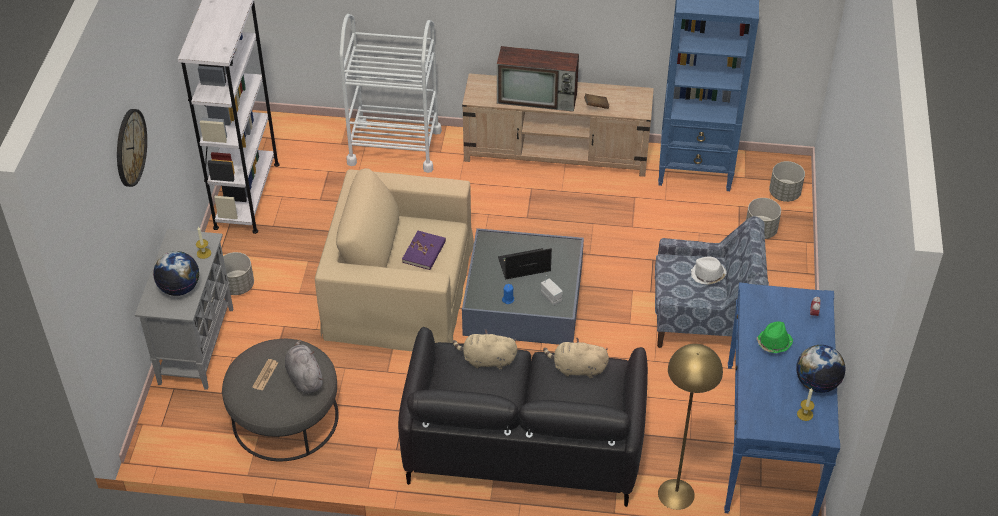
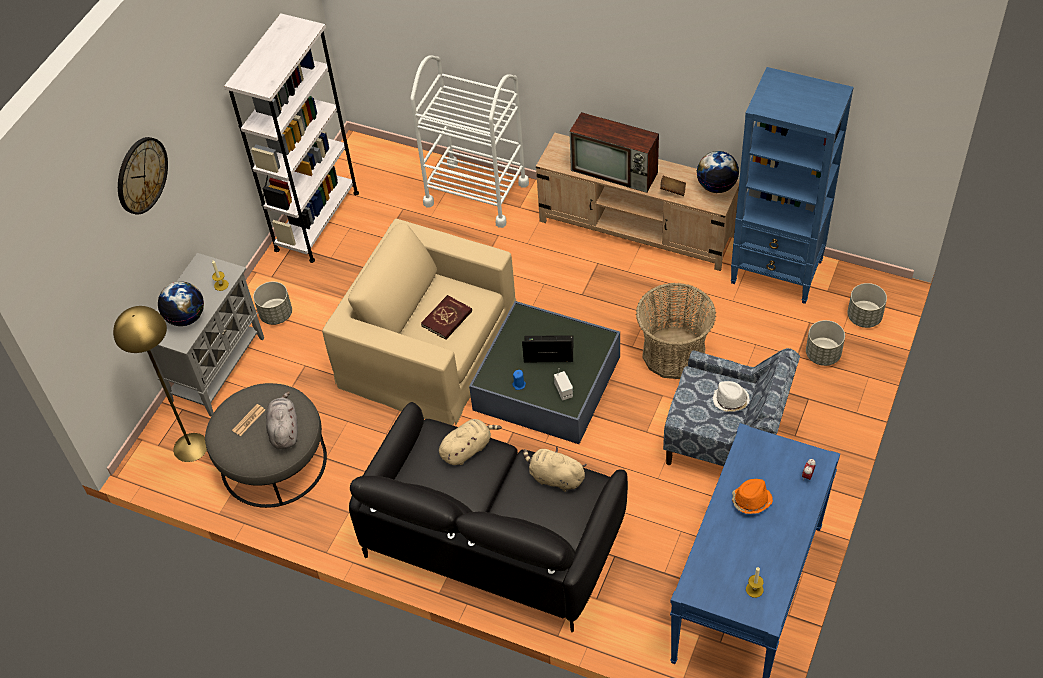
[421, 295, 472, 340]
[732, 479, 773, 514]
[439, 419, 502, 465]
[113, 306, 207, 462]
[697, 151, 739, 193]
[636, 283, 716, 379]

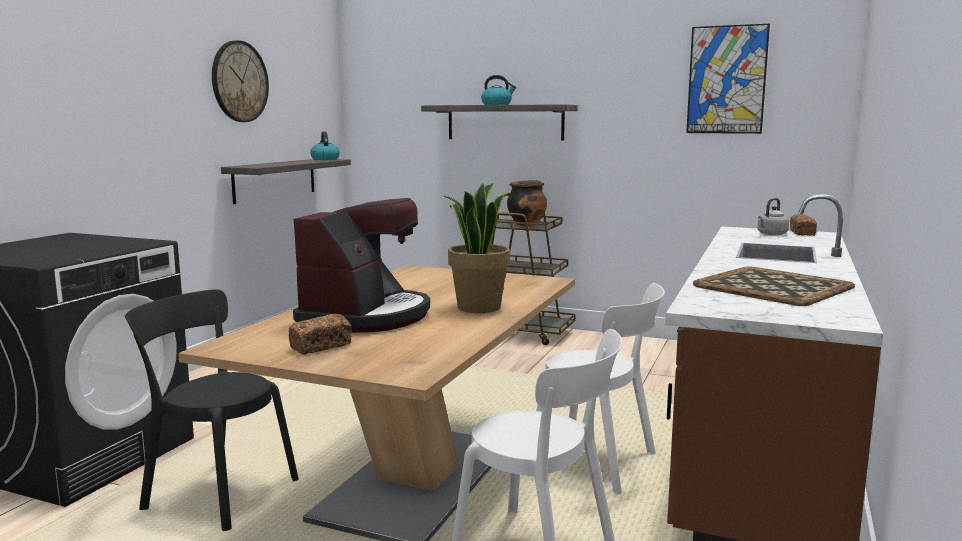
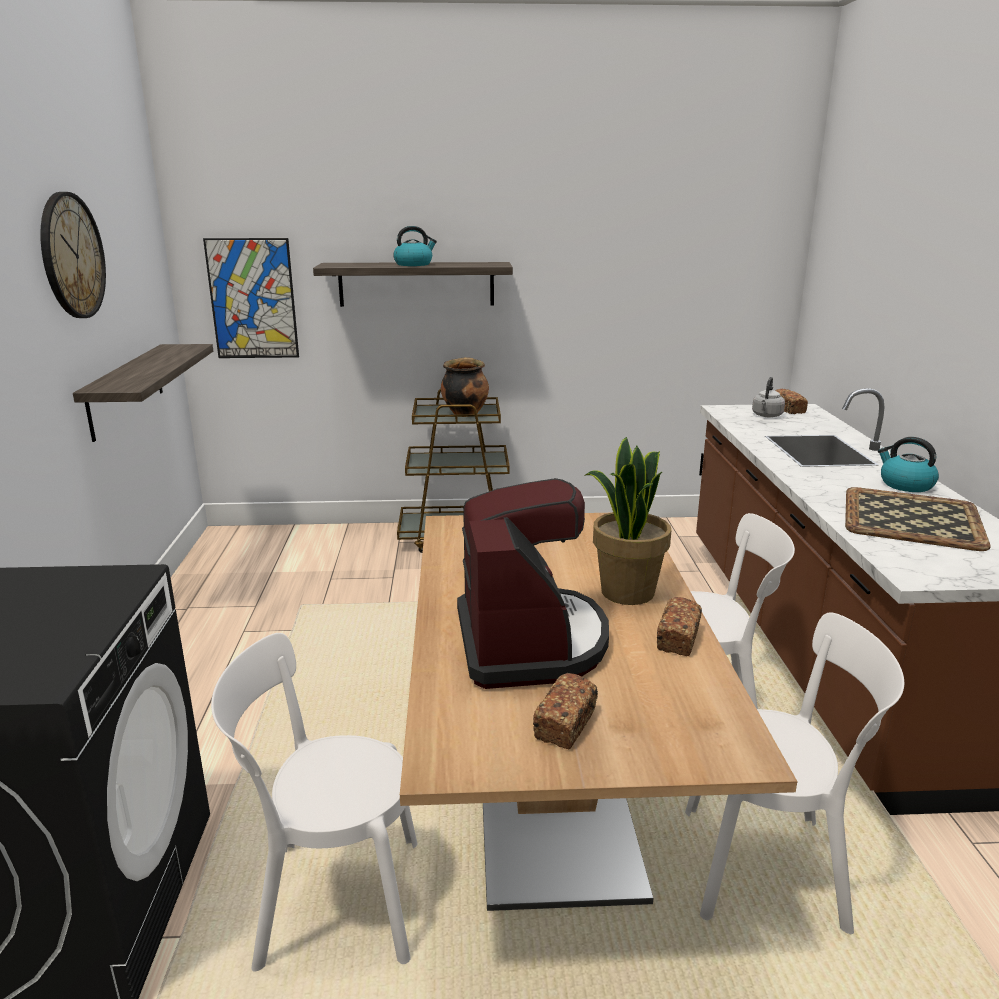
[203, 238, 299, 358]
[878, 437, 939, 492]
[211, 633, 417, 972]
[657, 597, 702, 657]

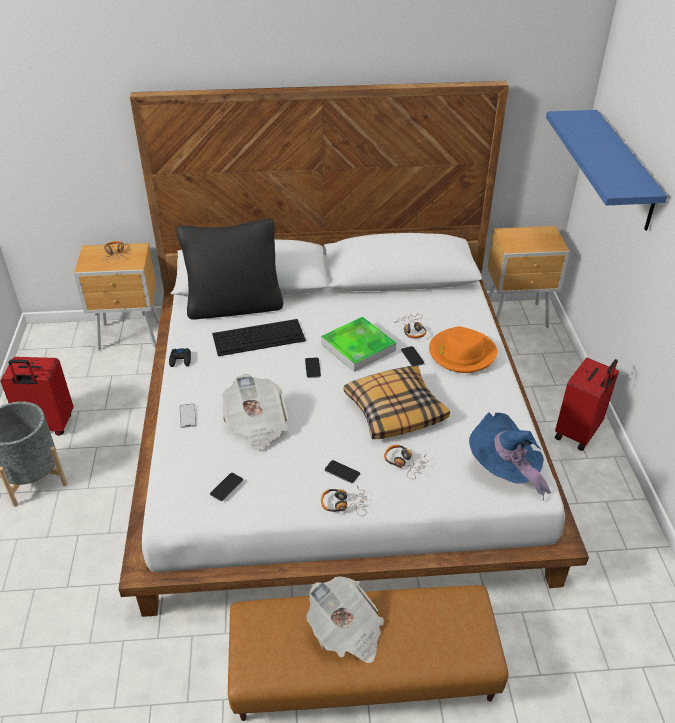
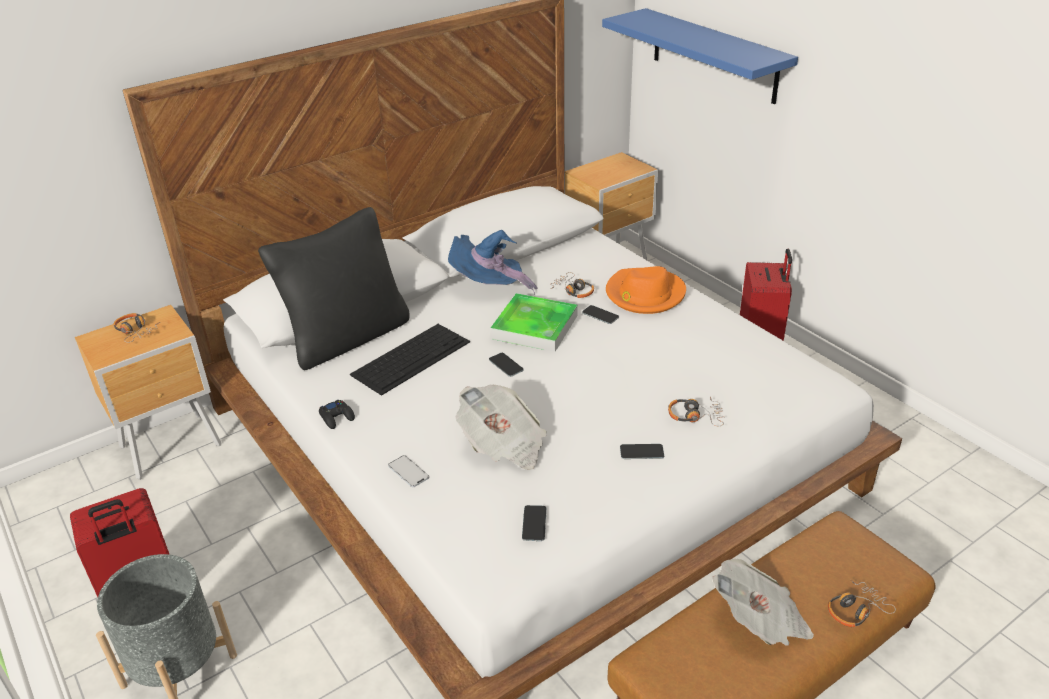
[344, 366, 450, 439] (first image)
[448, 230, 538, 295]
[828, 579, 896, 627]

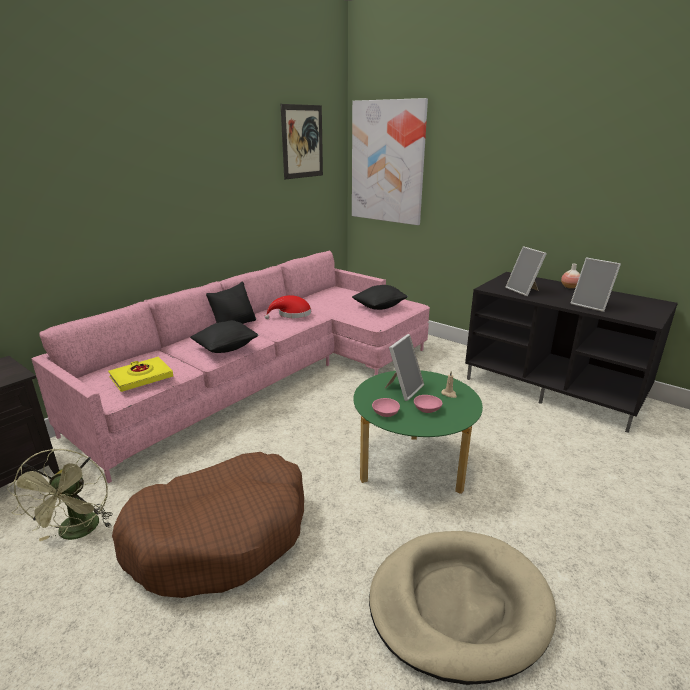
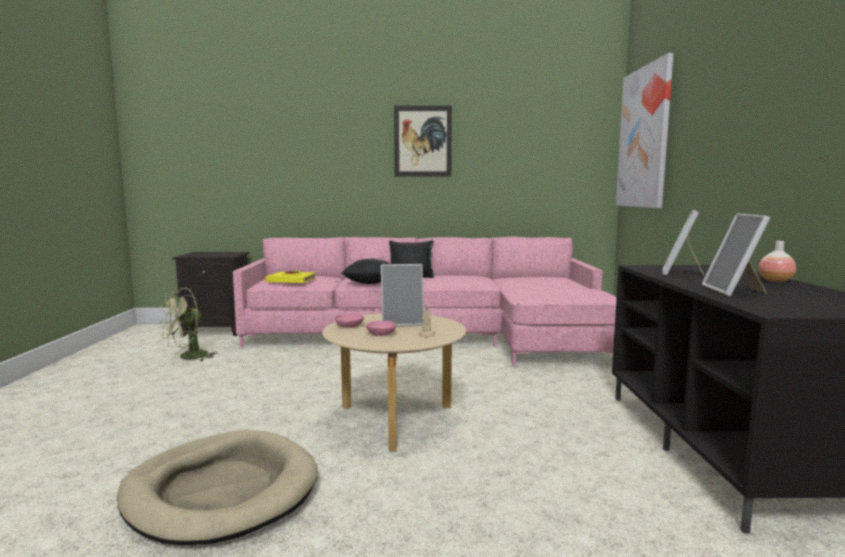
[394, 106, 452, 177]
[352, 285, 408, 310] (first image)
[265, 295, 311, 319] (first image)
[322, 313, 466, 451]
[112, 452, 304, 598] (first image)

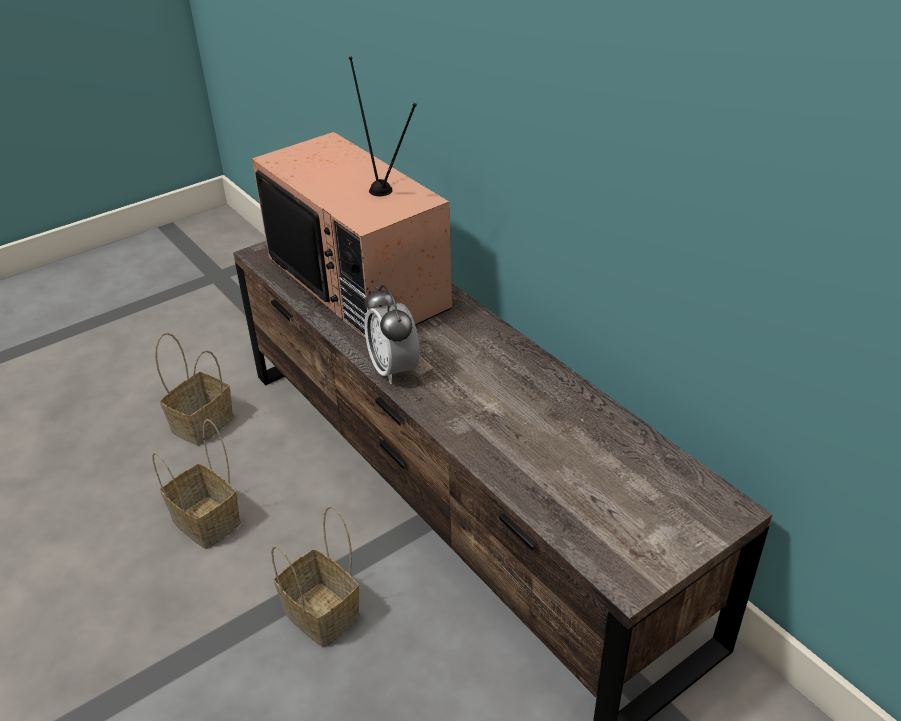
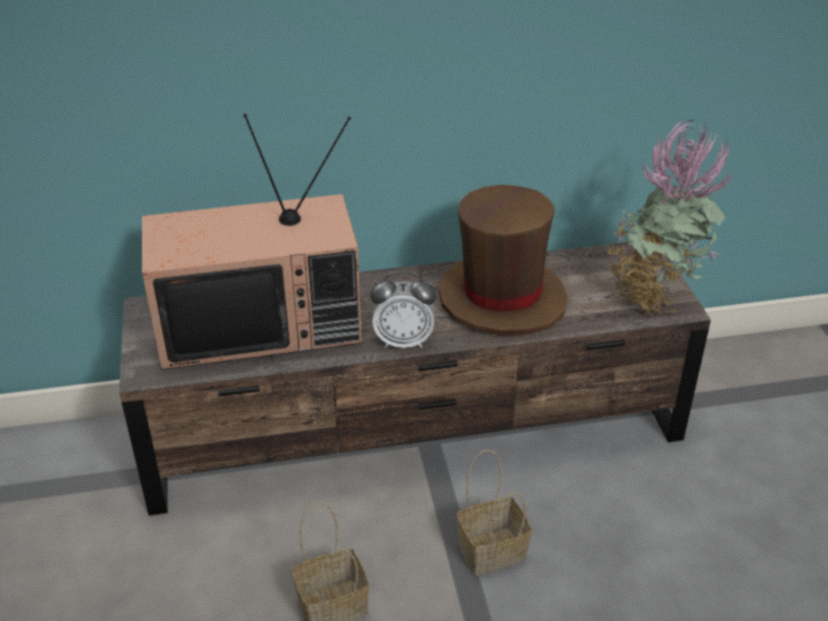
[155, 333, 234, 446] (first image)
[605, 120, 734, 317]
[439, 185, 568, 335]

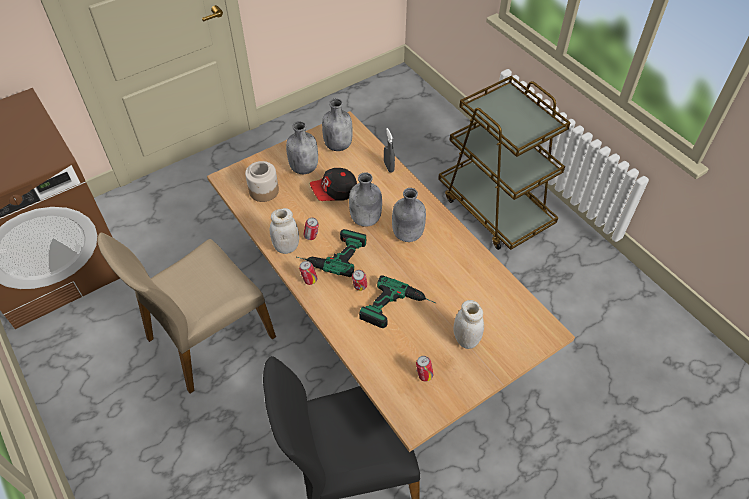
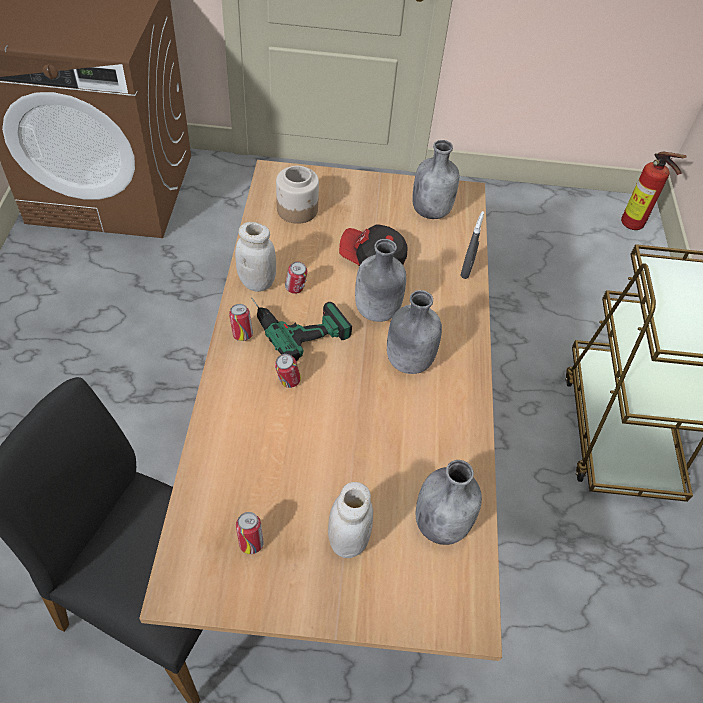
[416, 460, 482, 545]
[97, 233, 276, 394] (first image)
[359, 275, 436, 328] (first image)
[621, 151, 687, 230]

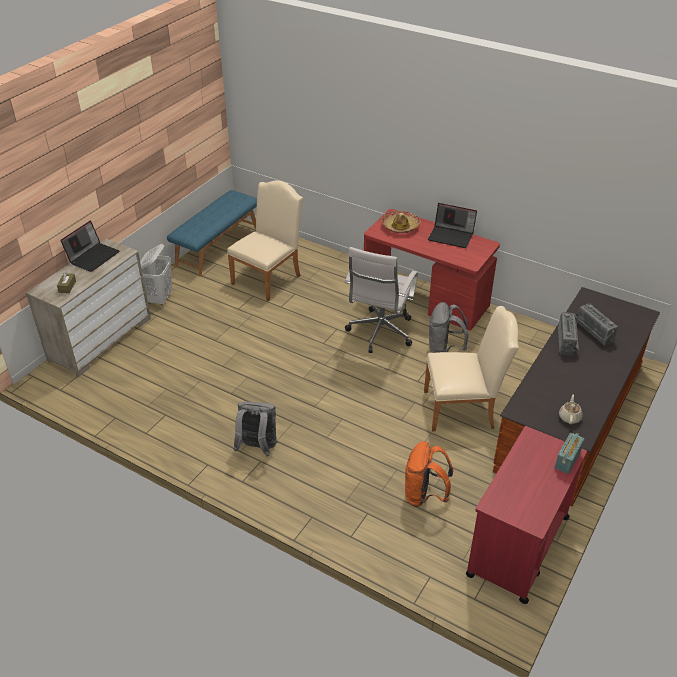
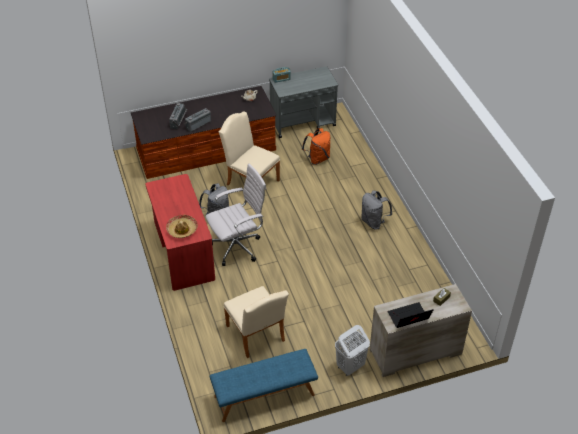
[223, 286, 289, 358]
[428, 203, 477, 248] (first image)
[269, 66, 338, 138]

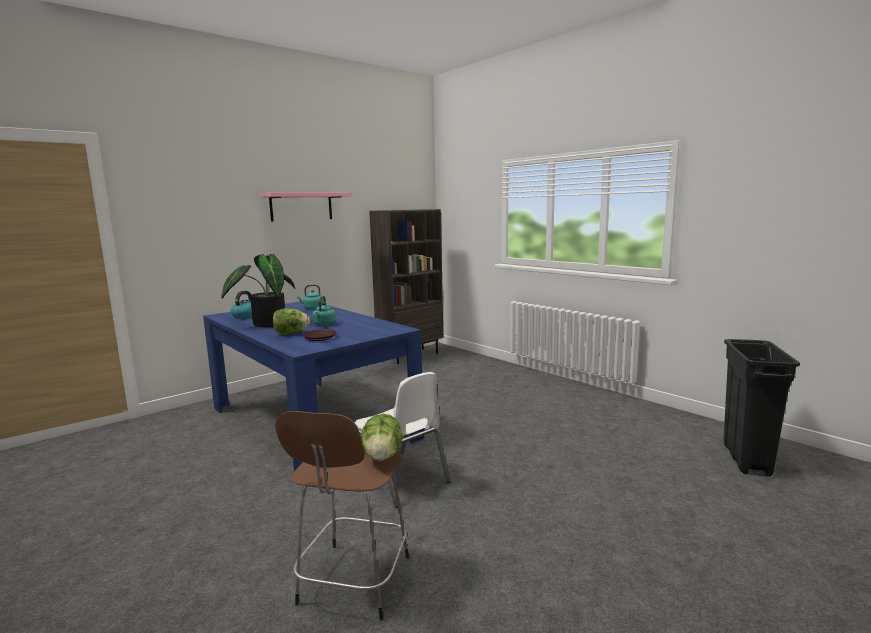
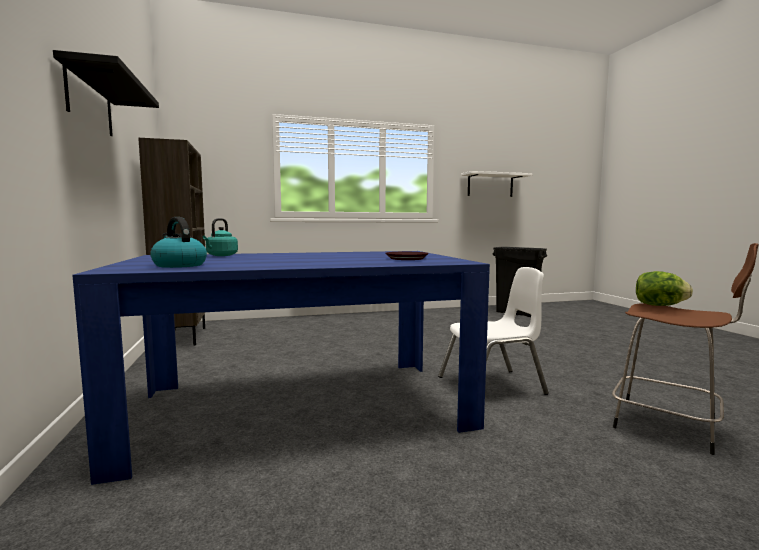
[53, 50, 159, 136]
[221, 254, 295, 327] (first image)
[312, 296, 336, 325] (first image)
[273, 308, 310, 335] (first image)
[461, 171, 532, 197]

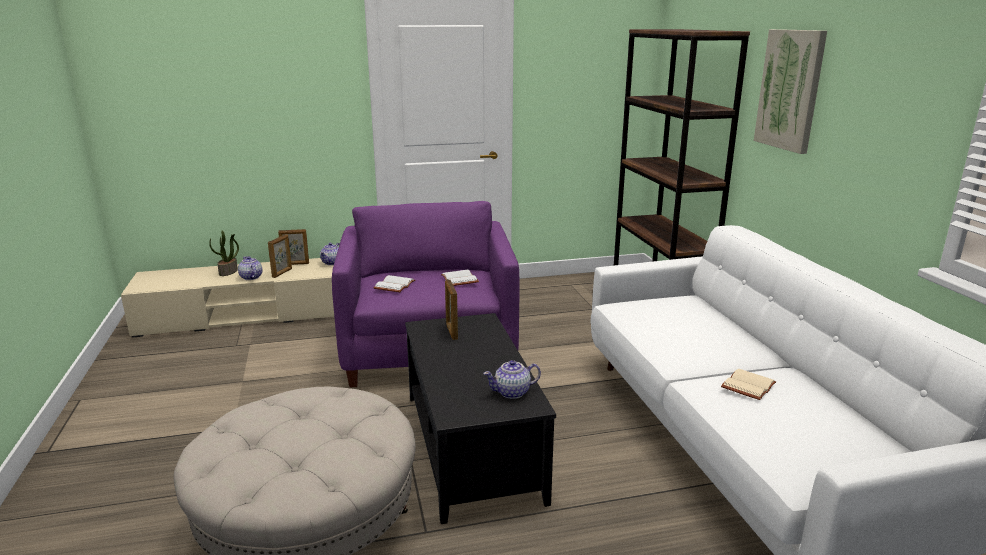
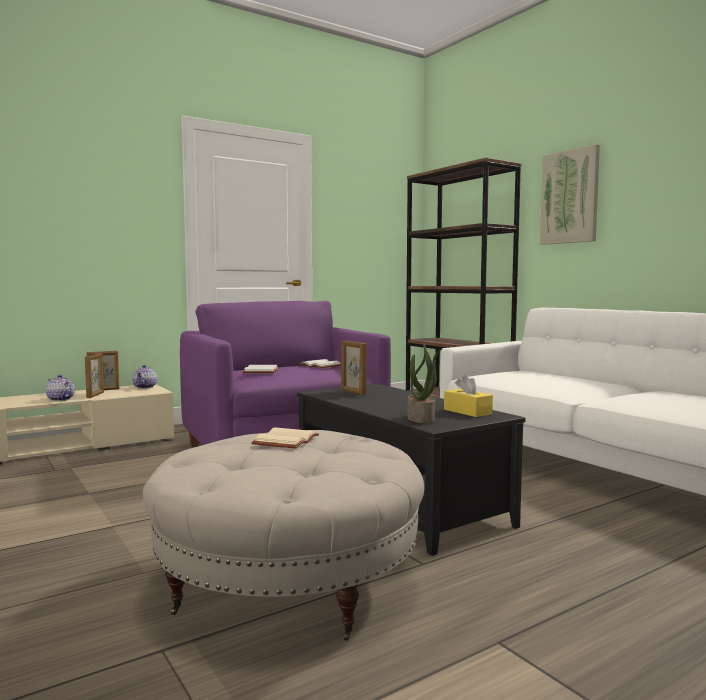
[407, 343, 442, 423]
[444, 374, 493, 417]
[252, 428, 319, 449]

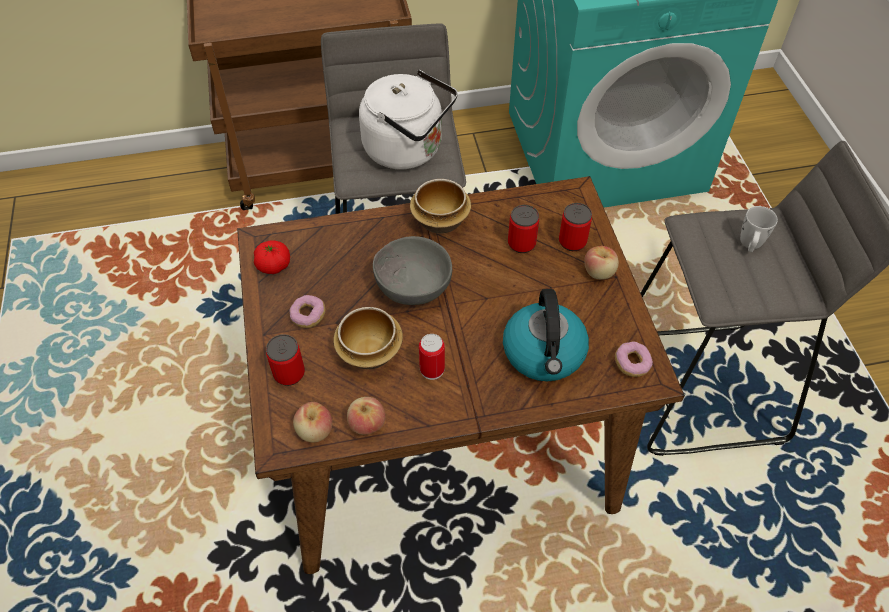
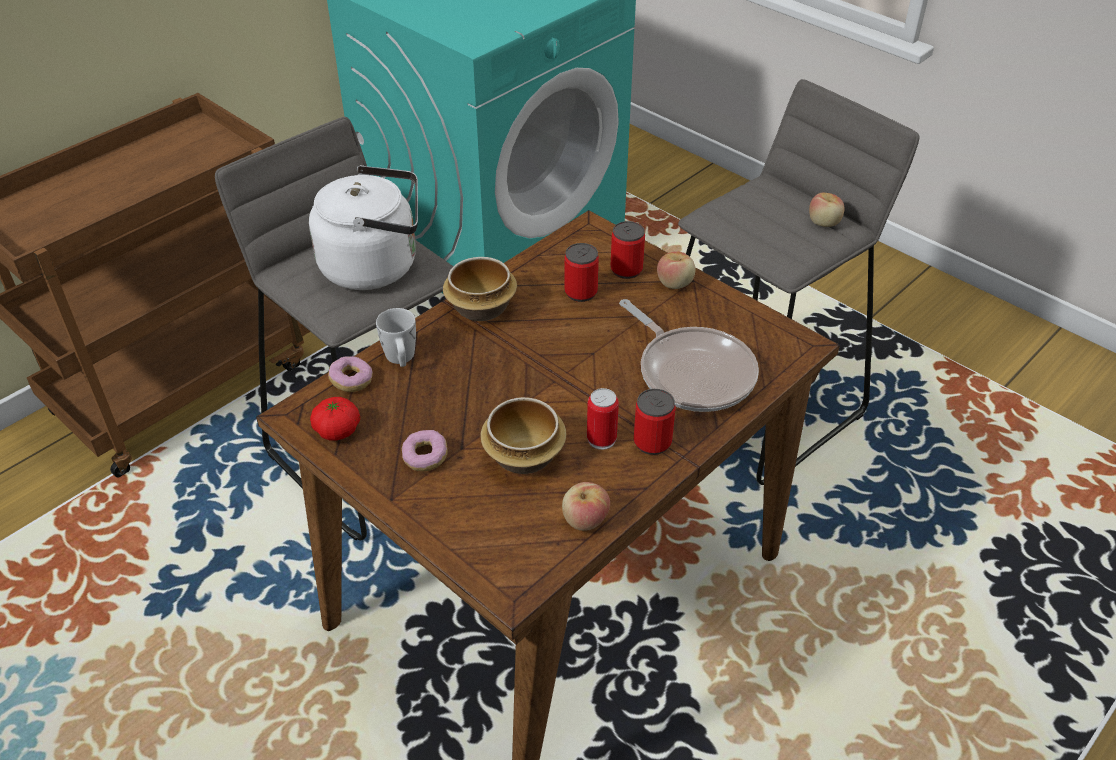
[376, 308, 416, 367]
[373, 236, 452, 305] (first image)
[619, 299, 759, 412]
[634, 389, 675, 455]
[328, 356, 373, 392]
[809, 193, 844, 227]

